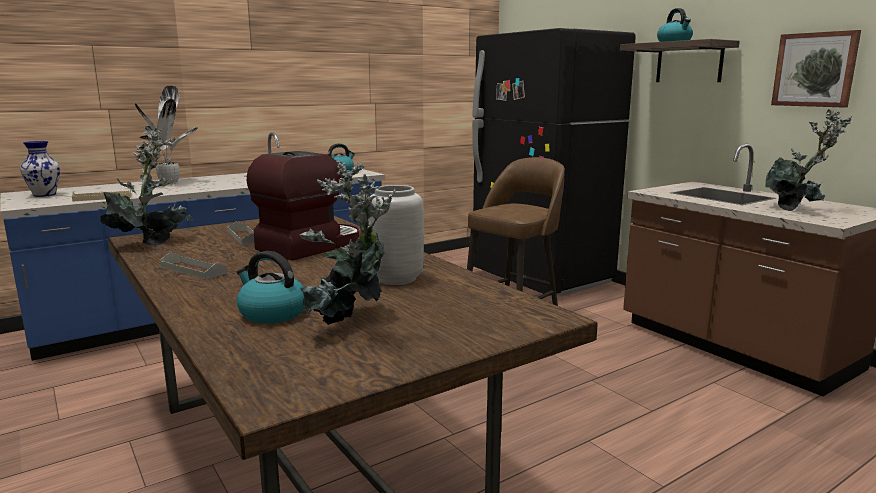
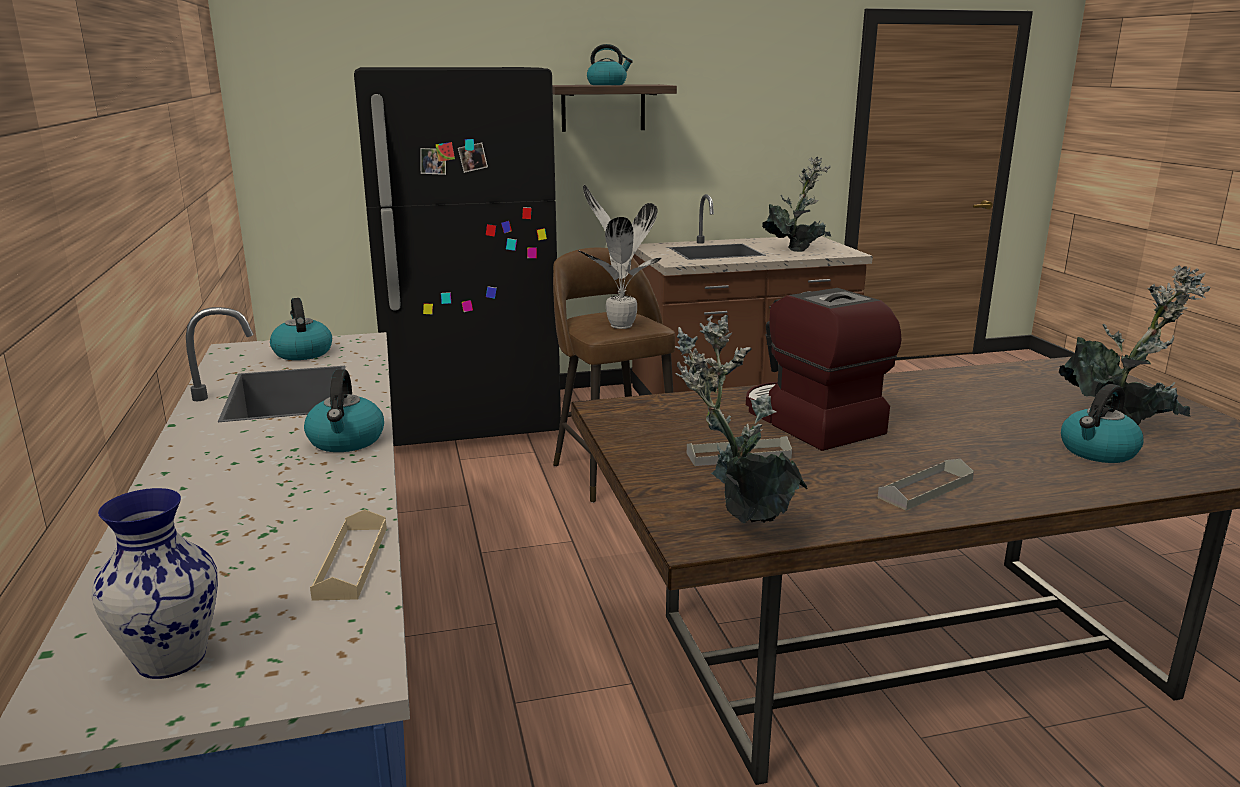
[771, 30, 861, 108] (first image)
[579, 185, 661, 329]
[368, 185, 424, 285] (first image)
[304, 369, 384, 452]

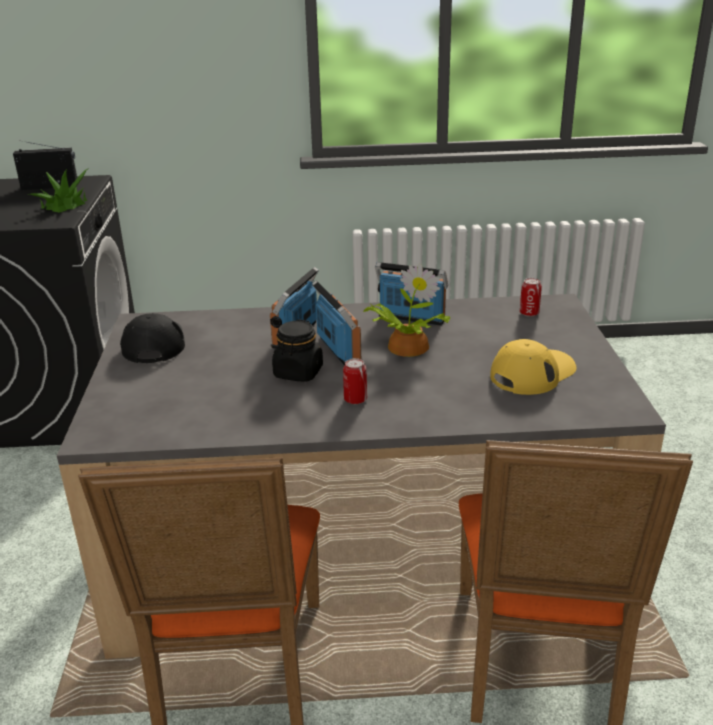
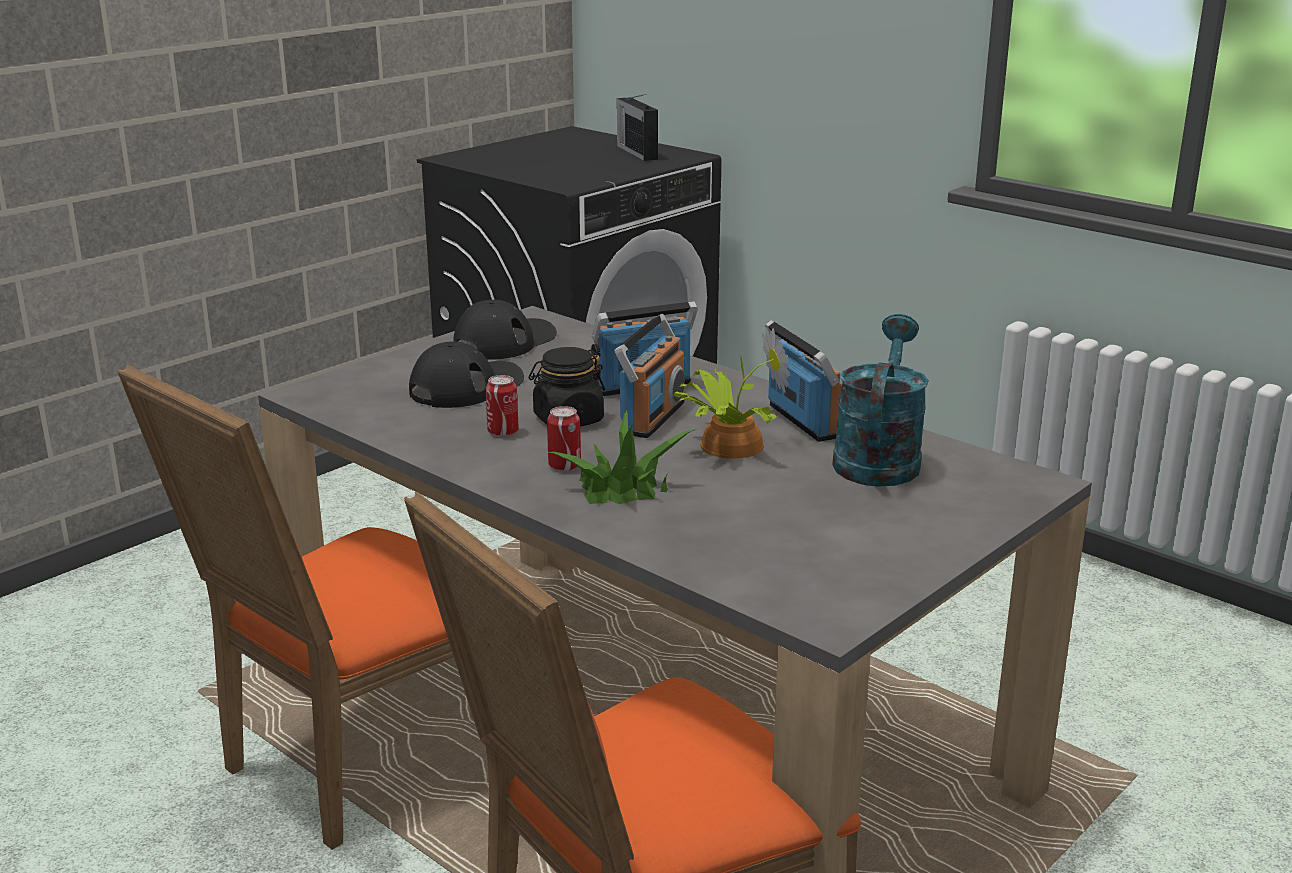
[617, 94, 658, 161]
[548, 411, 696, 504]
[486, 375, 519, 437]
[490, 339, 576, 395] (first image)
[832, 314, 929, 486]
[409, 341, 524, 408]

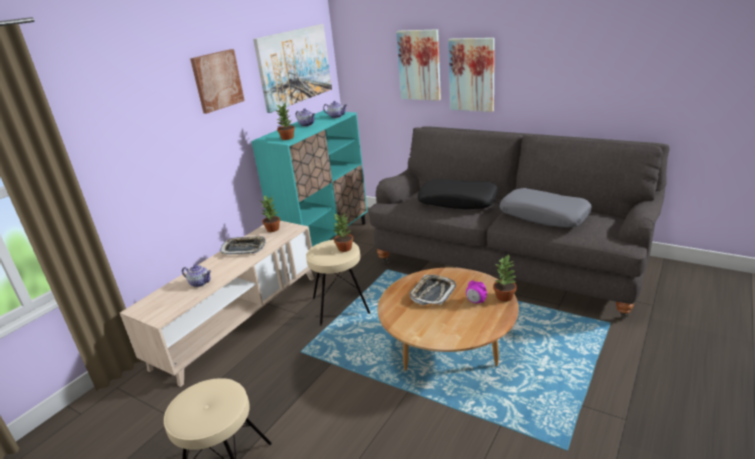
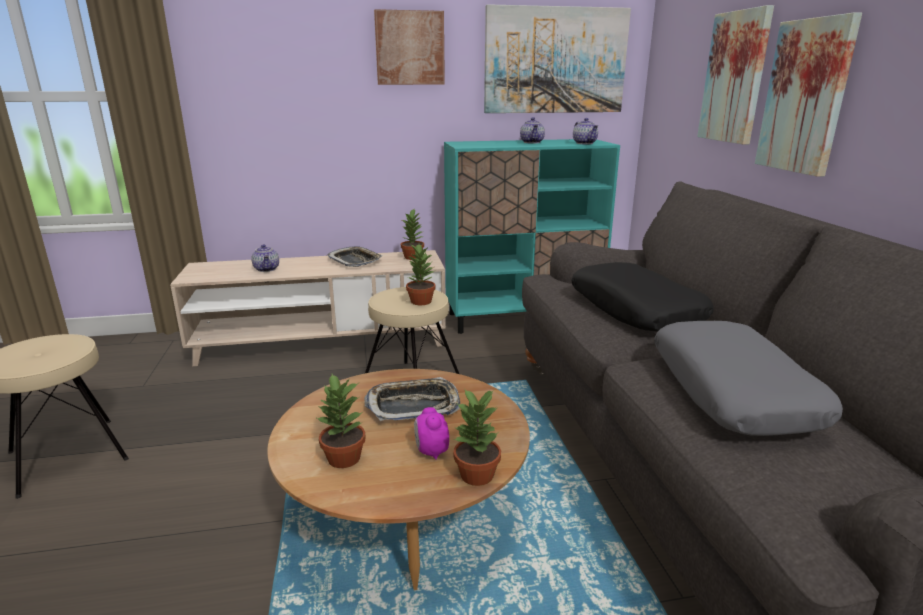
[315, 374, 366, 468]

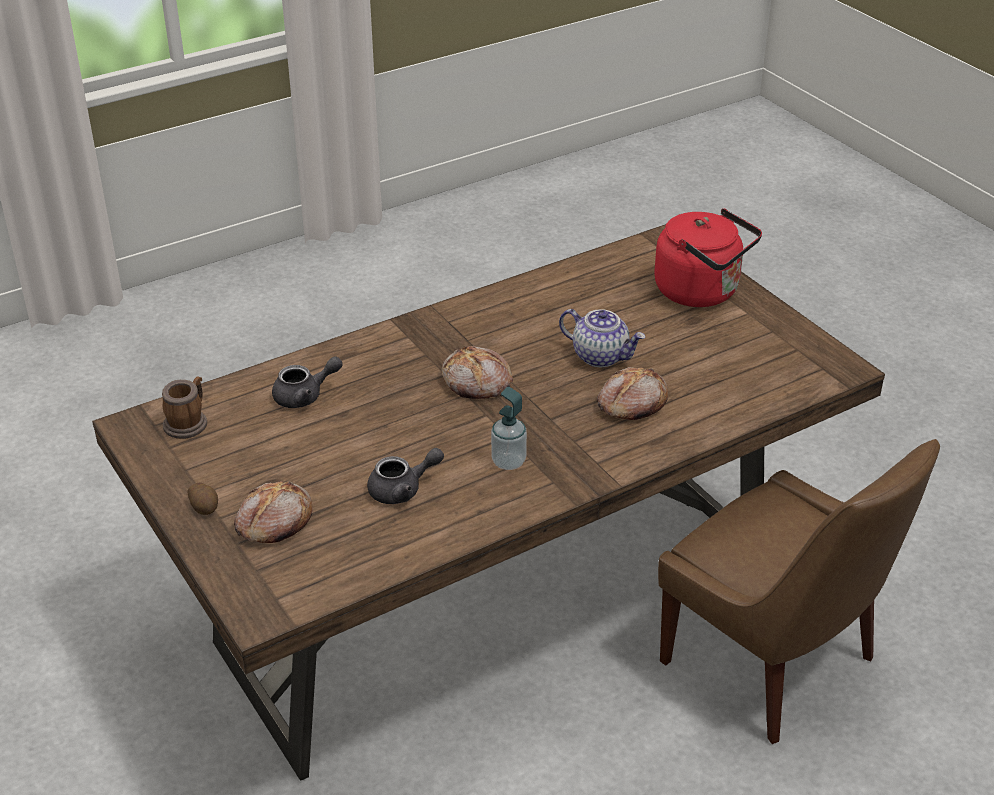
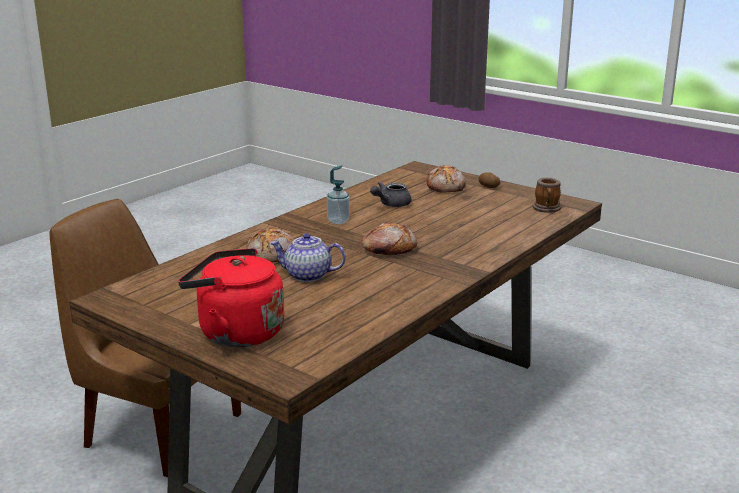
[272, 356, 343, 408] (first image)

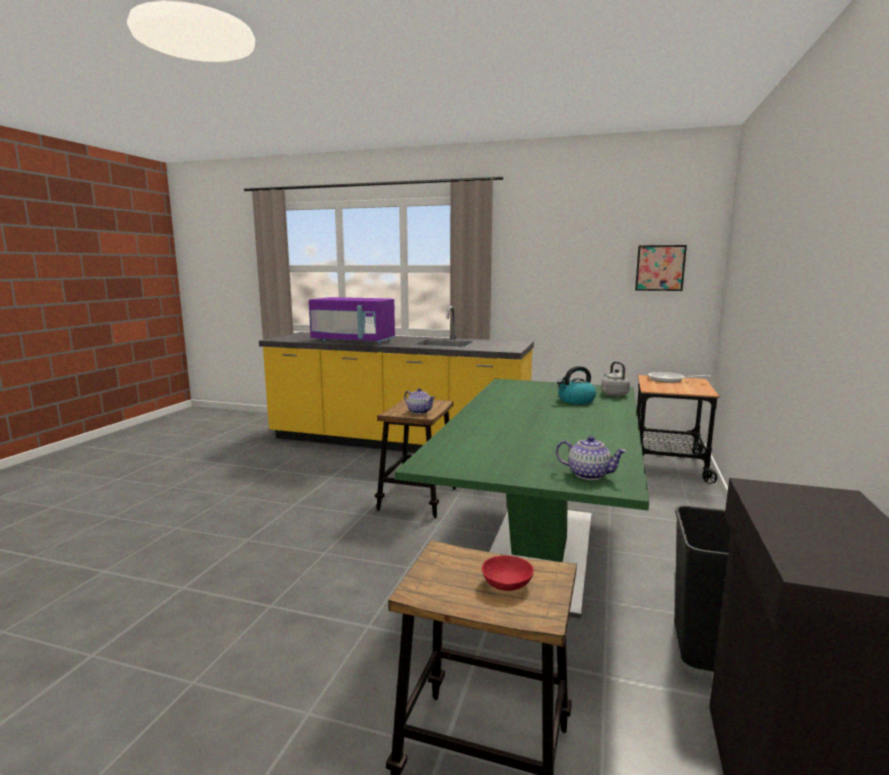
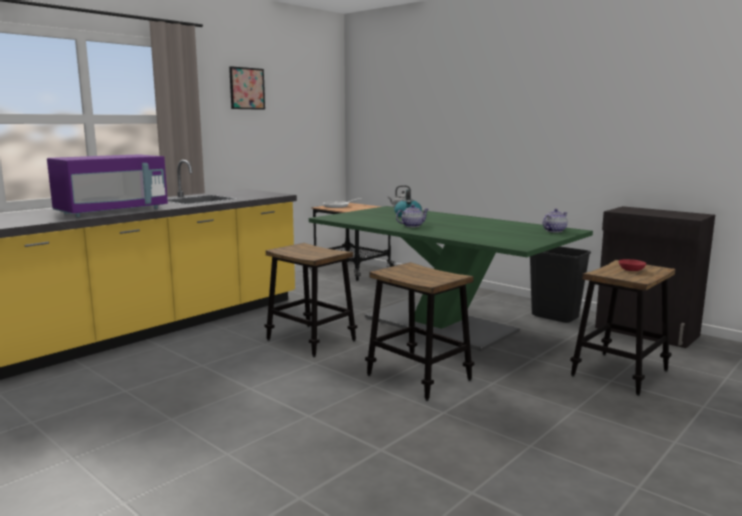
[229, 66, 265, 110]
[396, 205, 429, 227]
[365, 262, 474, 401]

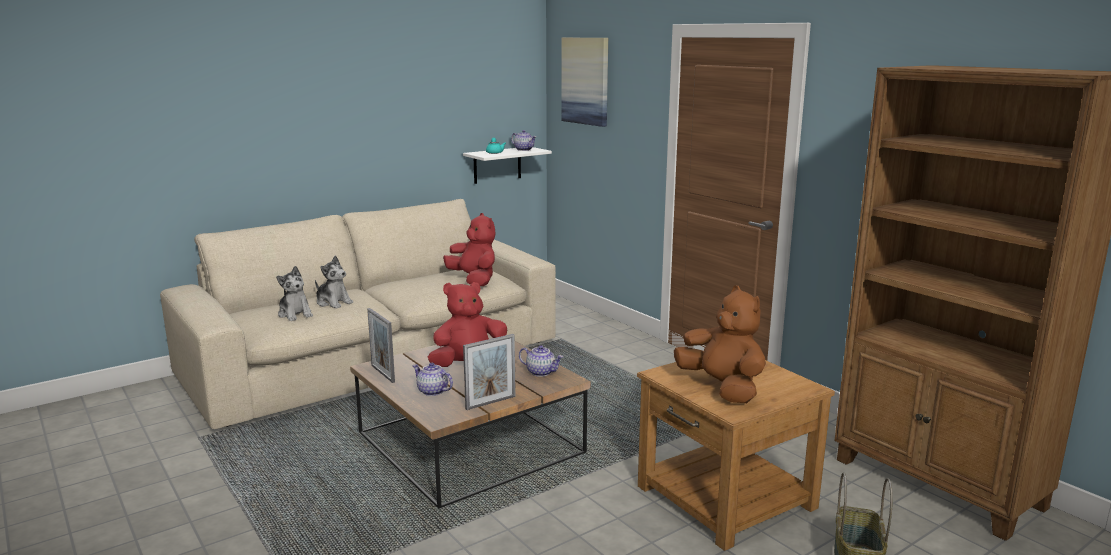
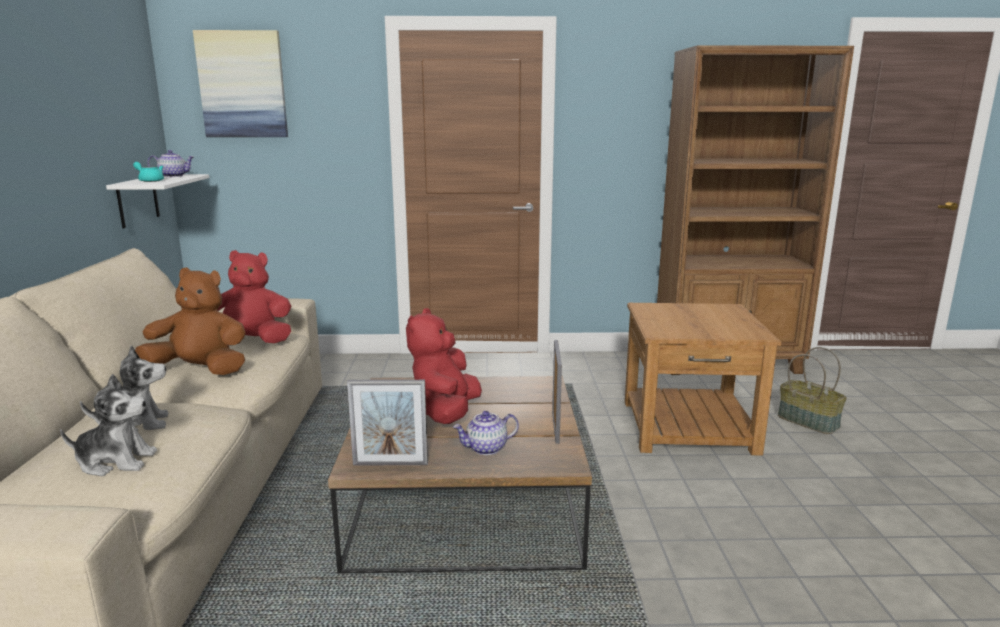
[135, 267, 246, 375]
[519, 345, 563, 377] (first image)

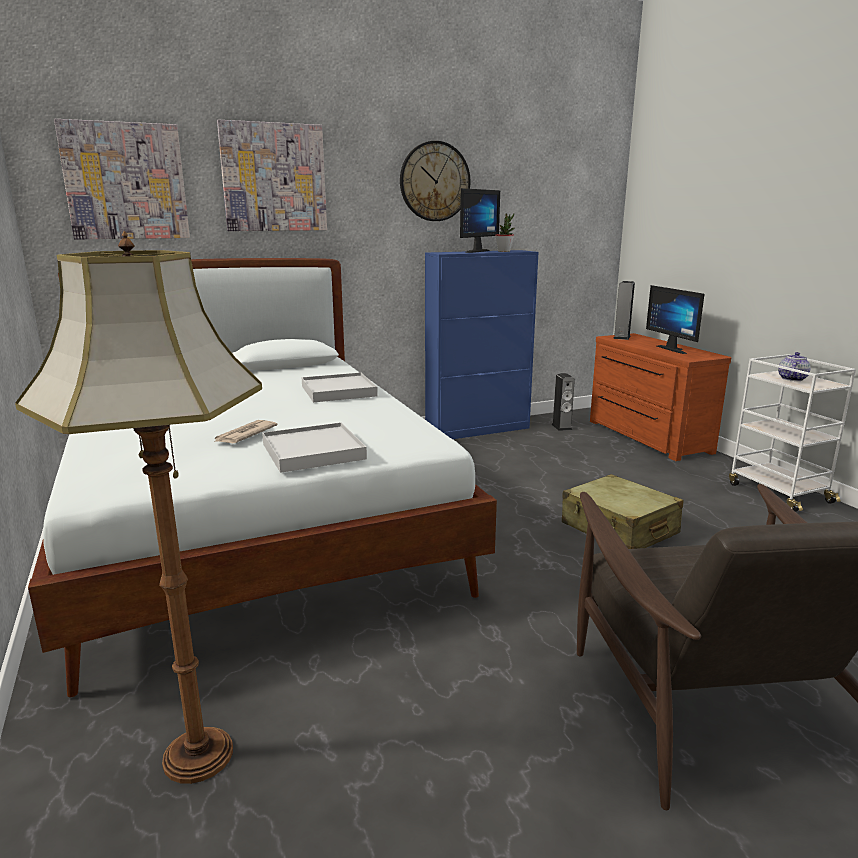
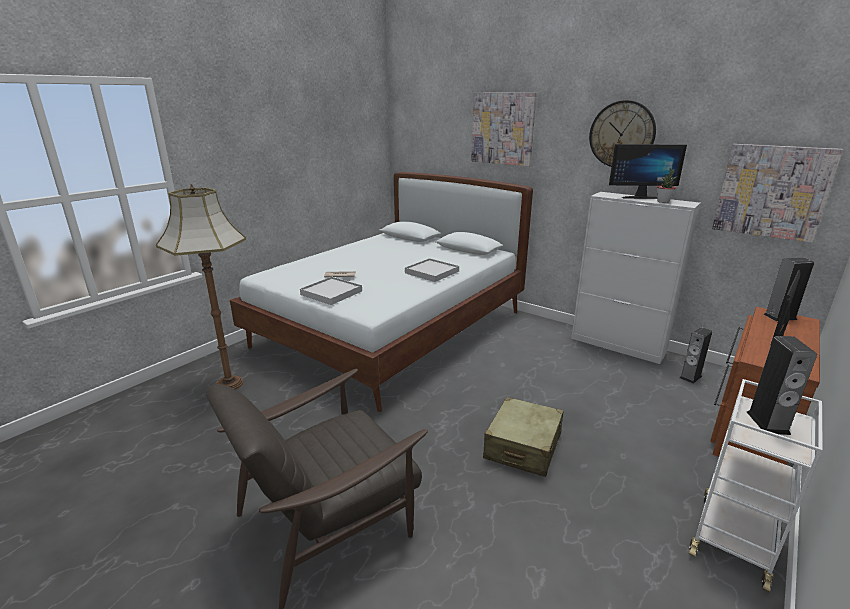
[712, 144, 843, 243]
[571, 192, 701, 364]
[747, 336, 817, 435]

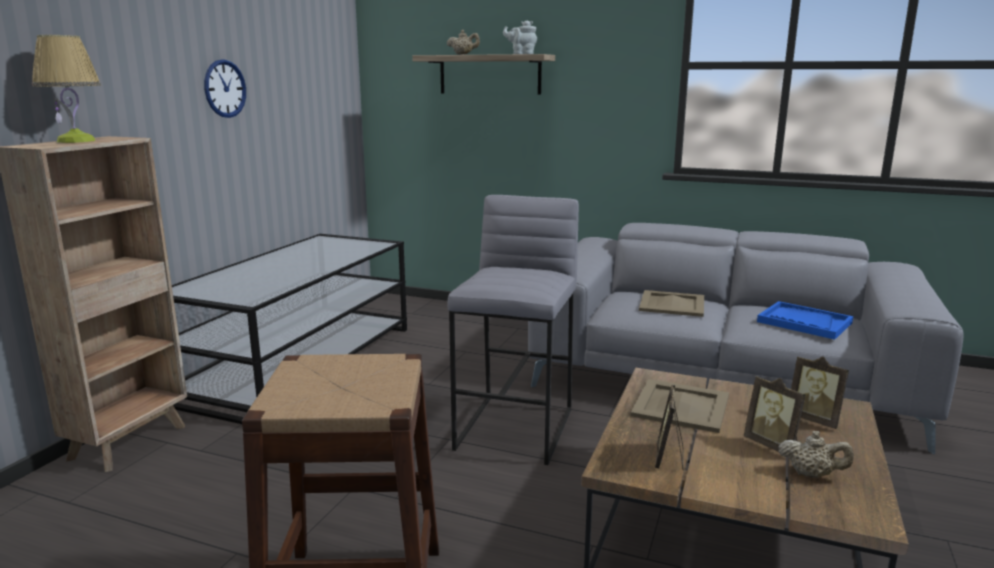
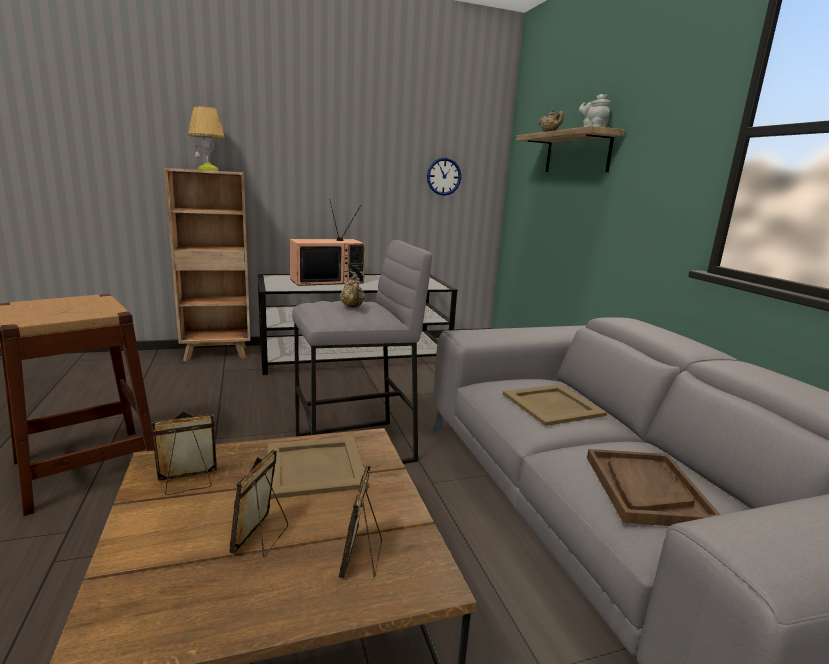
[427, 158, 461, 196]
[587, 449, 720, 526]
[340, 276, 365, 308]
[289, 199, 365, 286]

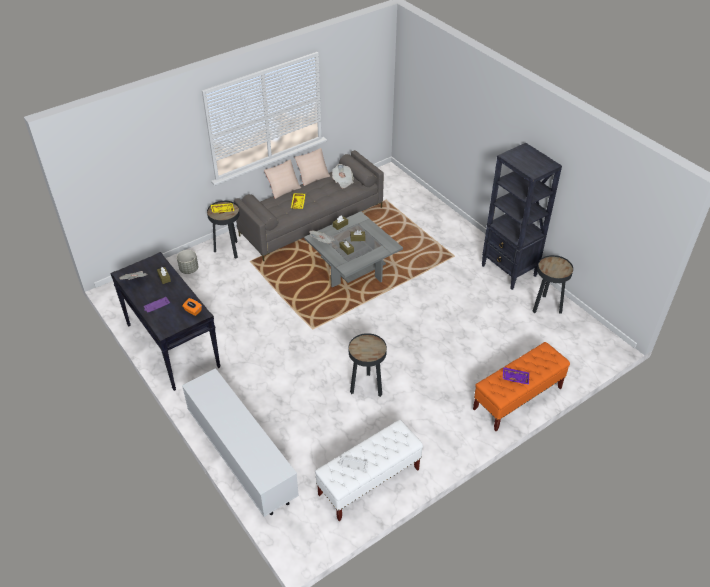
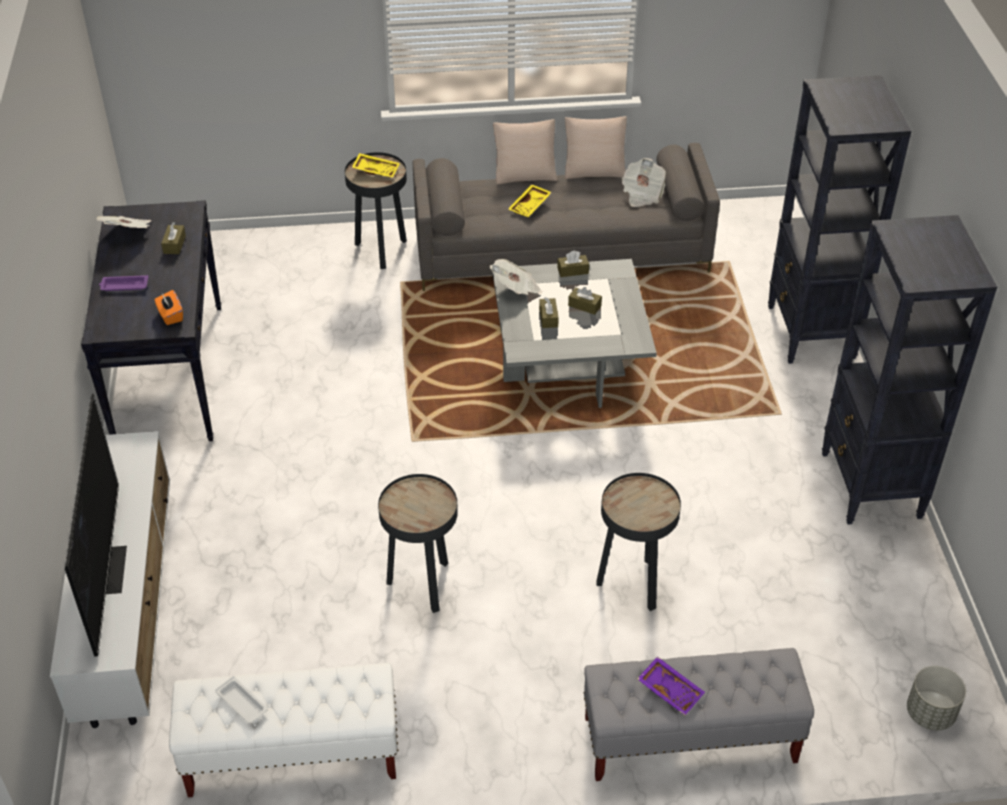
[907, 666, 966, 730]
[597, 473, 681, 611]
[584, 648, 814, 781]
[768, 75, 911, 364]
[65, 394, 127, 656]

